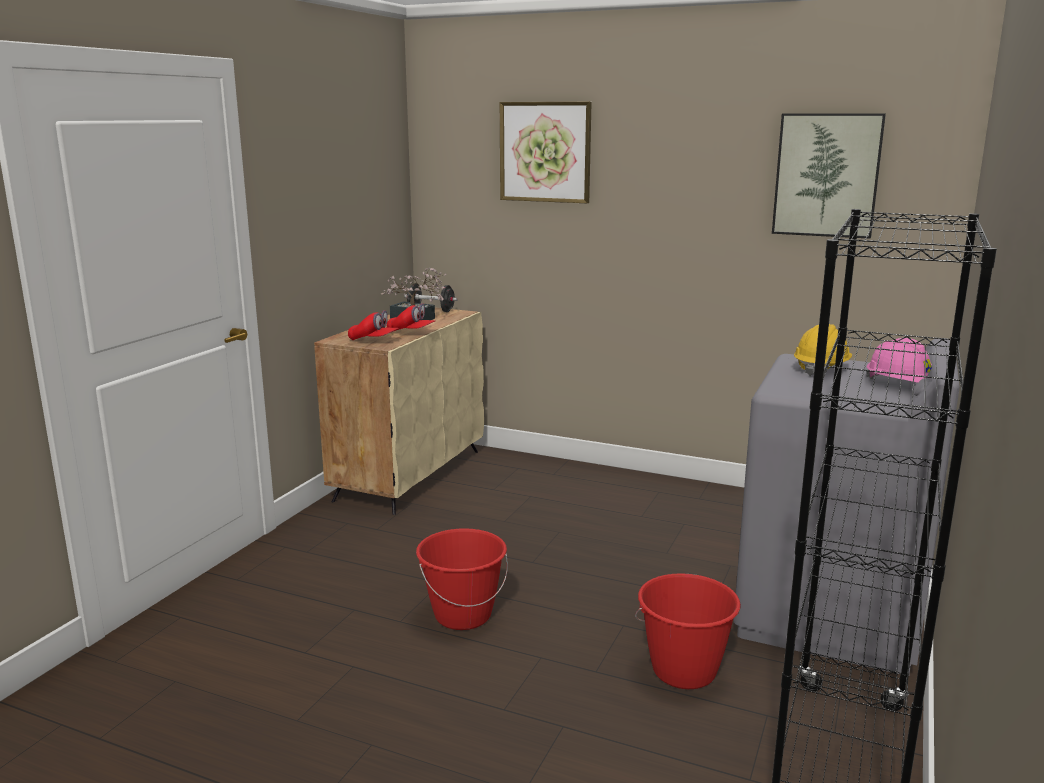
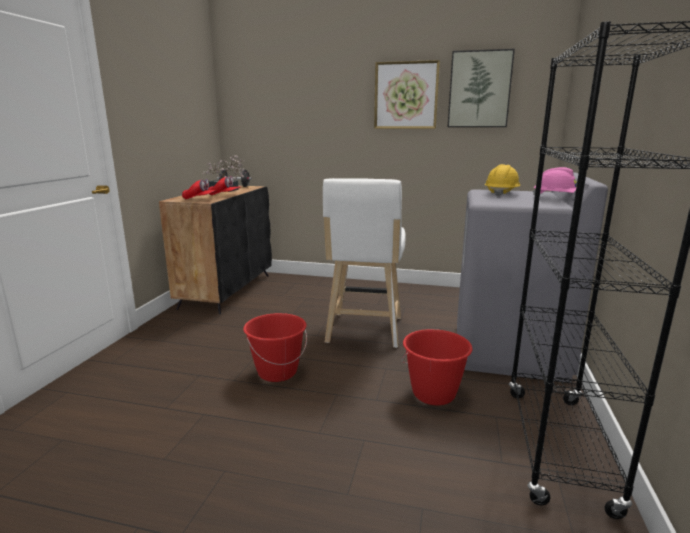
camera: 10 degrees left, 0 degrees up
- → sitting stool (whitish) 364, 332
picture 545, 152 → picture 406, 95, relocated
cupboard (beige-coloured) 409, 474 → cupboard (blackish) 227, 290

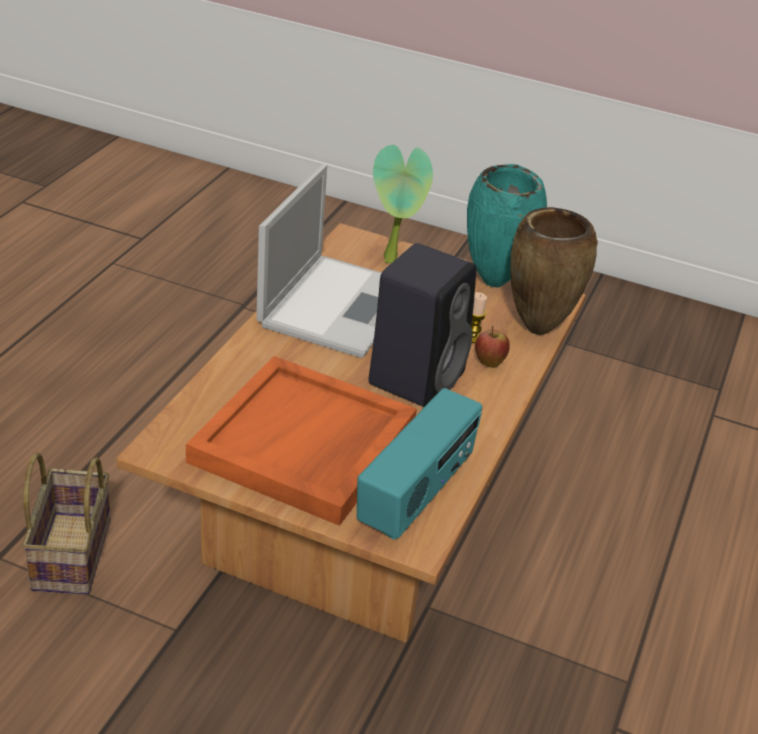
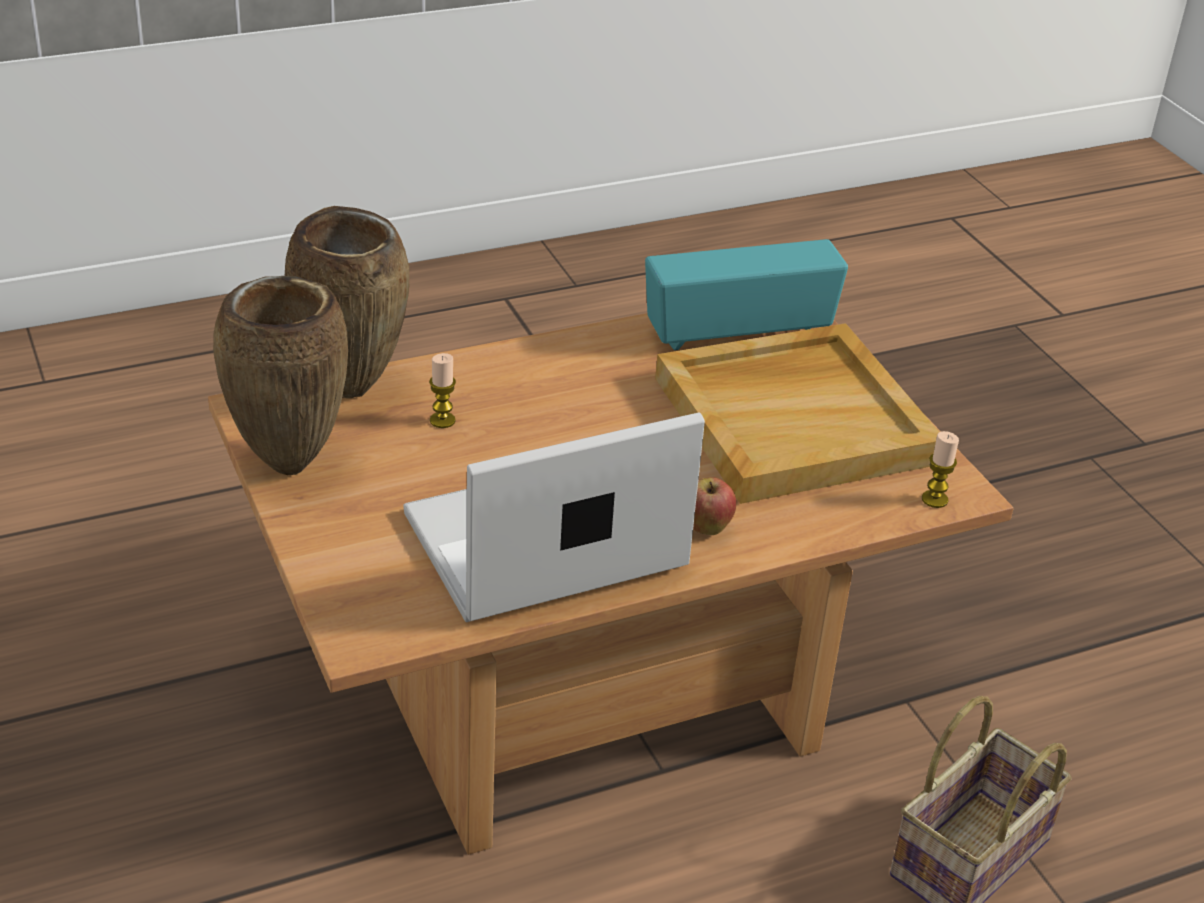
camera: 135 degrees left, 0 degrees up
loudspeaker (blackish) 417, 376 → -
houseplant 393, 260 → -
- → candle 934, 499
whole apple 489, 363 → whole apple 706, 529, relocated
tray (orange) 304, 445 → tray (beige-coloured) 795, 418
flower vase (turquoise-coloured) 495, 283 → flower vase (brownish) 289, 464

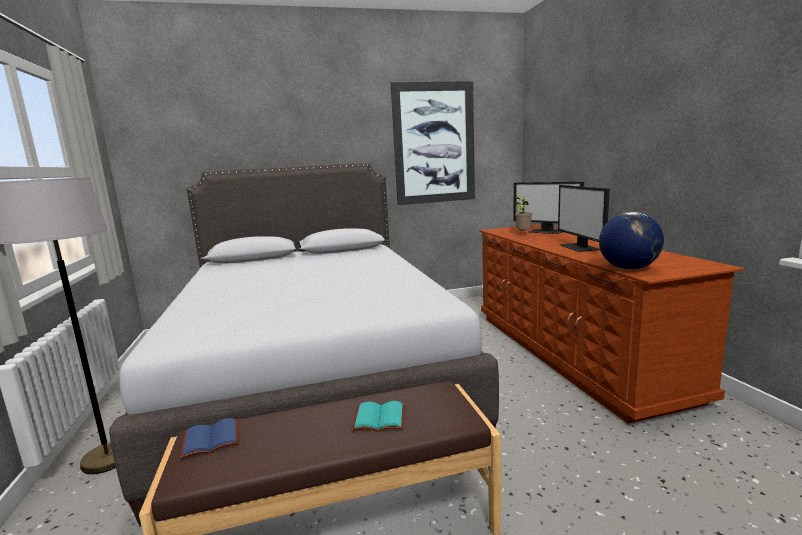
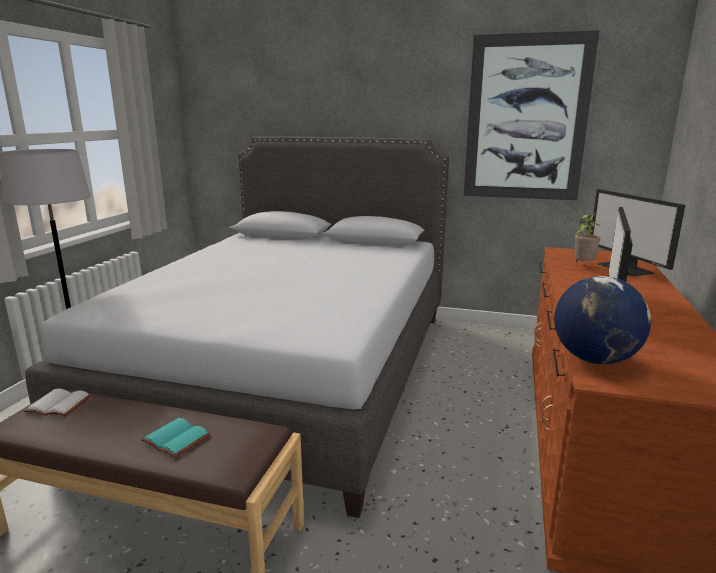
camera: 30 degrees right, 5 degrees up
book (bluish) 212, 438 → book (whitish) 60, 404

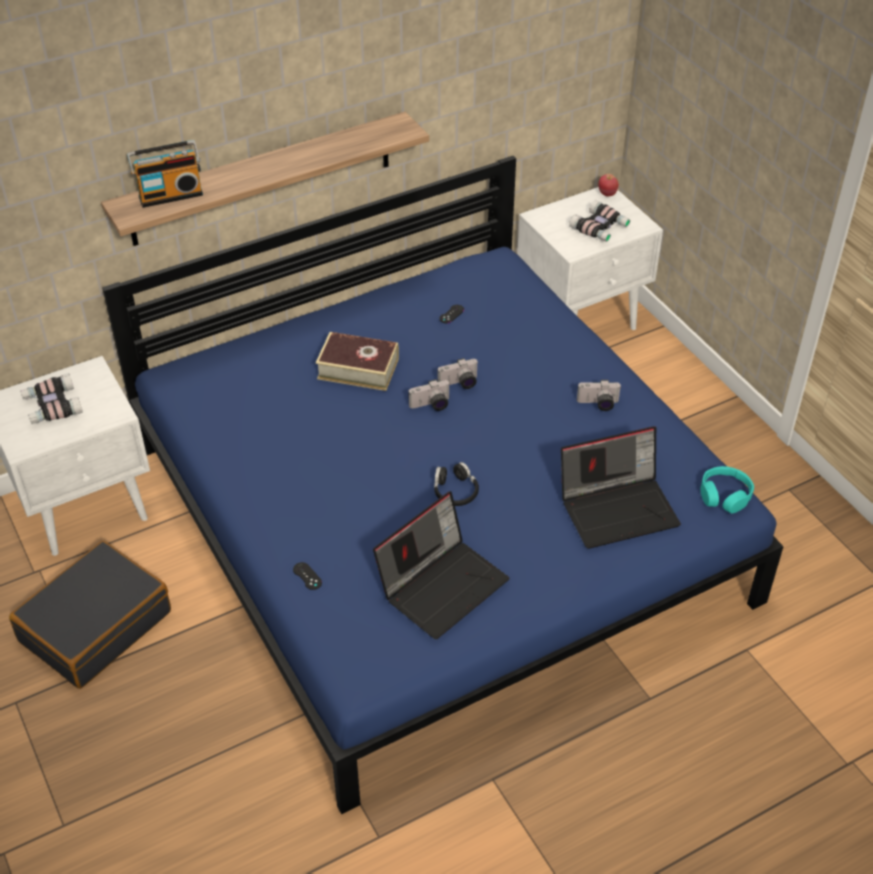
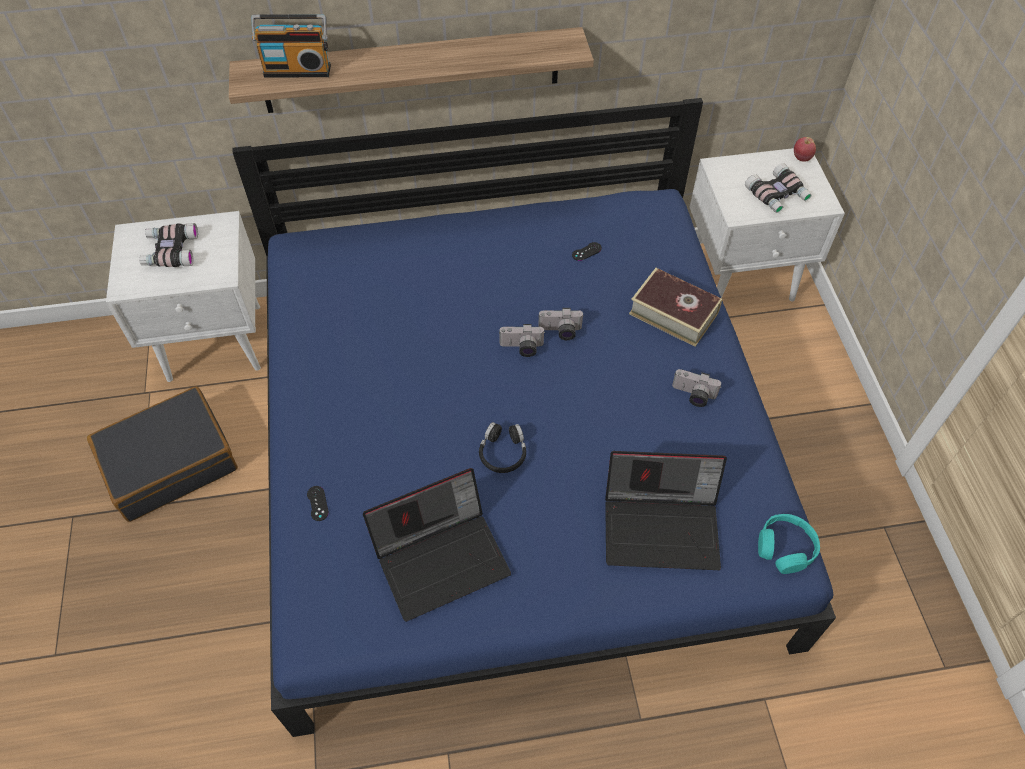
camera: 20 degrees right, 10 degrees up
book 358, 369 → book 673, 313, relocated

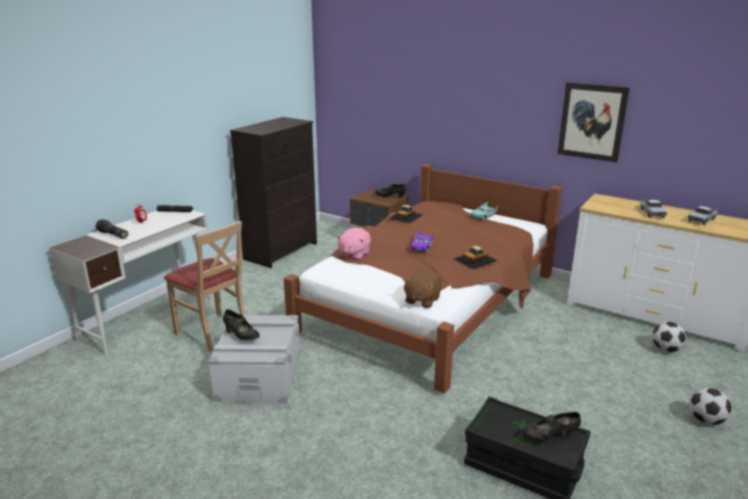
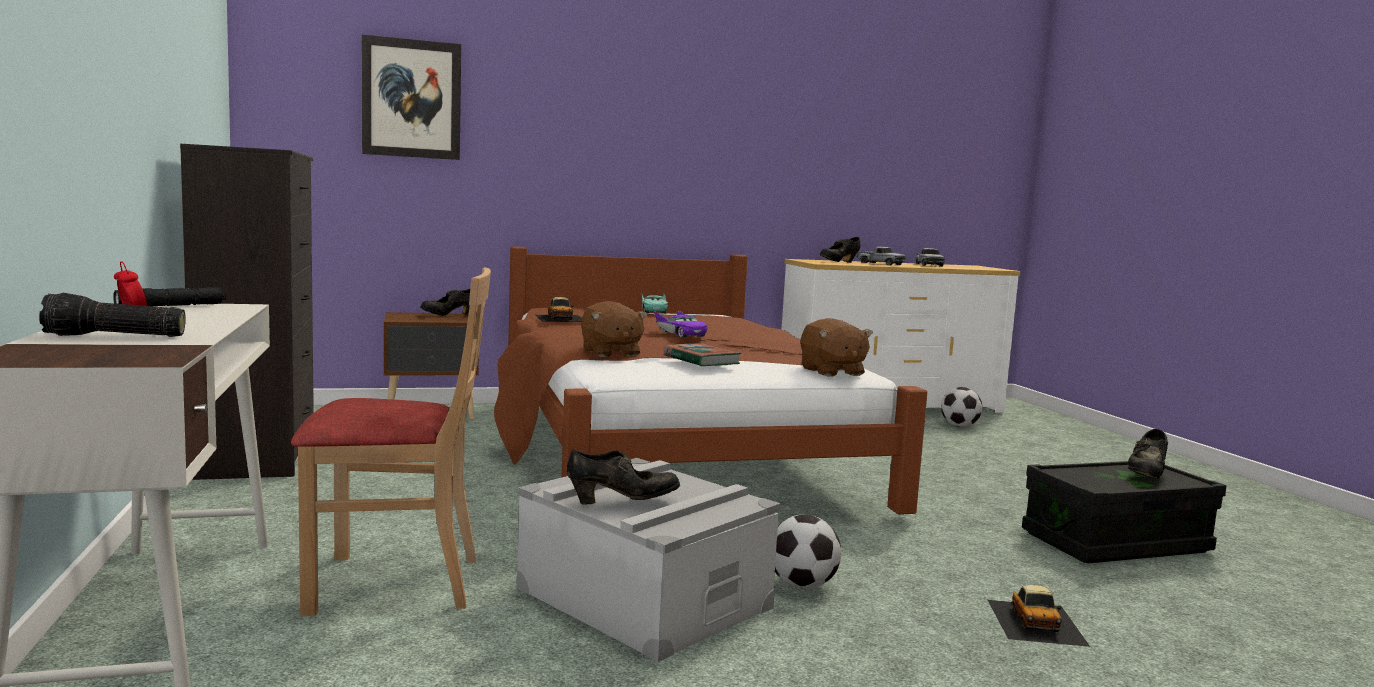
camera: 50 degrees left, 15 degrees down
- → book 701, 360
- → low shoe (blackish) 839, 262
toy car 475, 260 → toy car 1036, 621, relocated
picture 592, 121 → picture 412, 99, relocated
football ball 706, 420 → football ball 801, 585, relocated
plush toy (pinkish) 354, 254 → plush toy (brownish) 610, 353

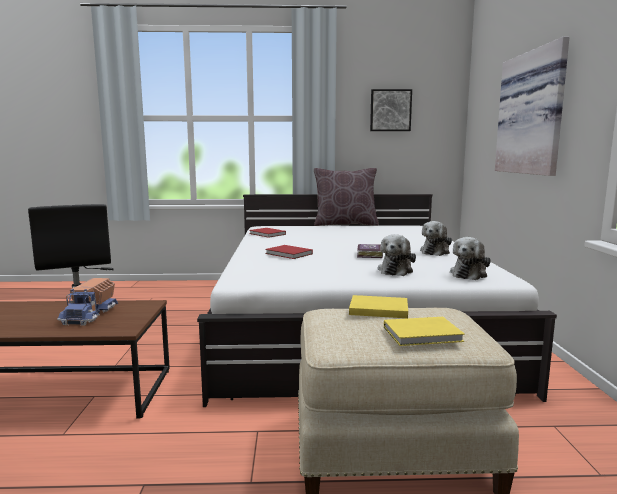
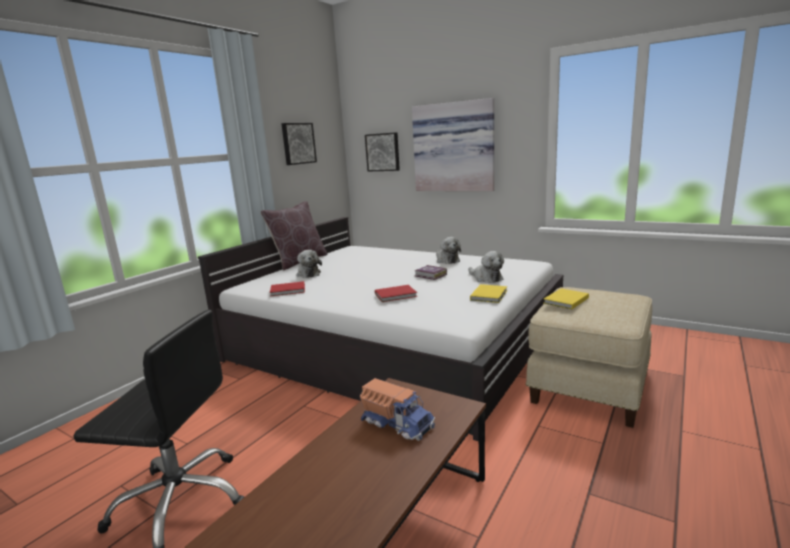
camera: 55 degrees left, 5 degrees up
- → picture 383, 152
book (yellow) 424, 334 → book (yellow) 490, 295, relocated
plush toy 469, 274 → plush toy 308, 273, relocated

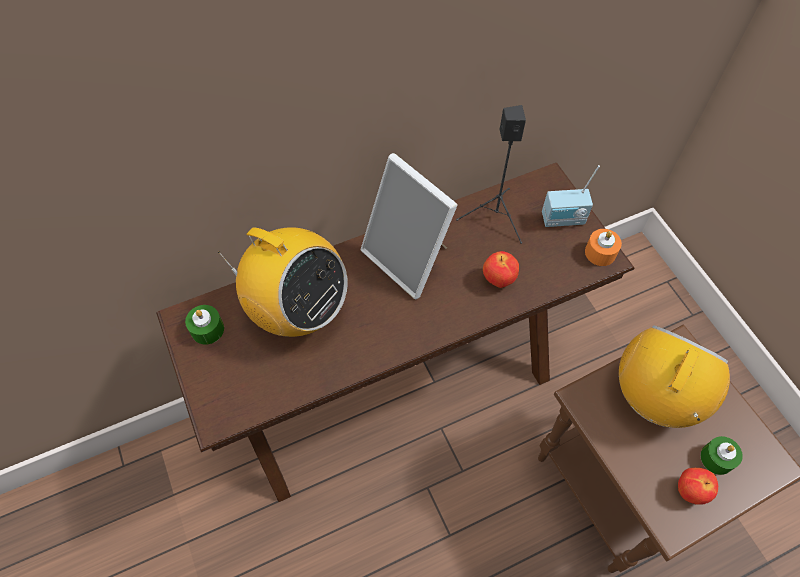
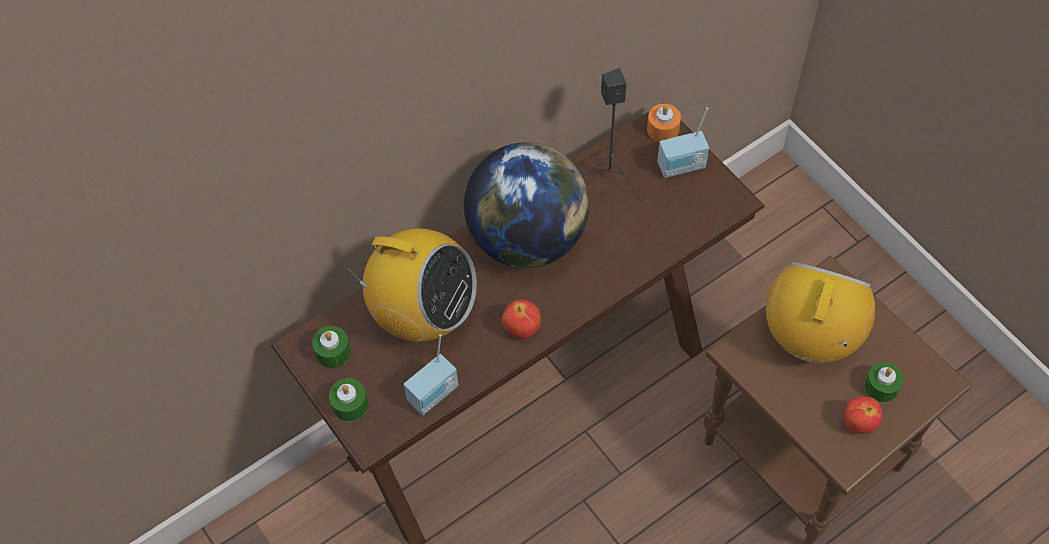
camera: 10 degrees left, 0 degrees up
- → candle (green-coloured) 350, 404
- → radio set 434, 395
whole apple 498, 280 → whole apple 521, 329, relocated
candle (orange) 600, 253 → candle (orange) 663, 129, relocated
picture frame 409, 258 → desk globe 527, 238

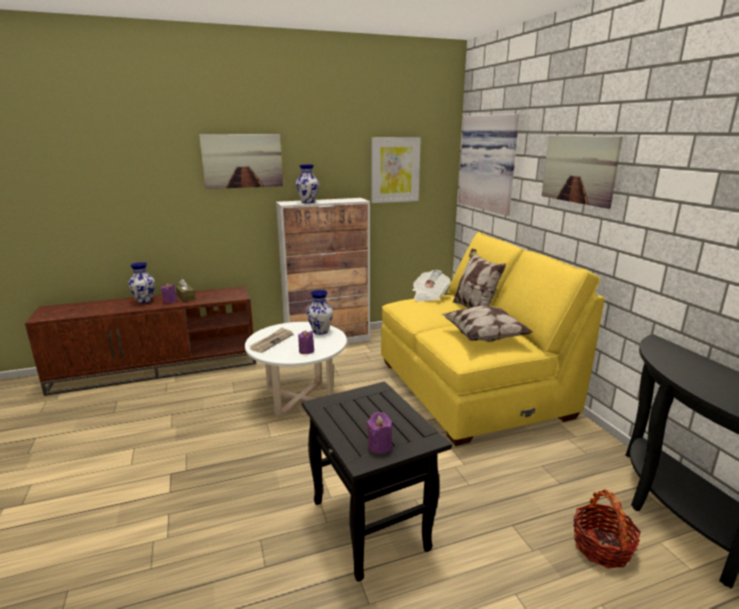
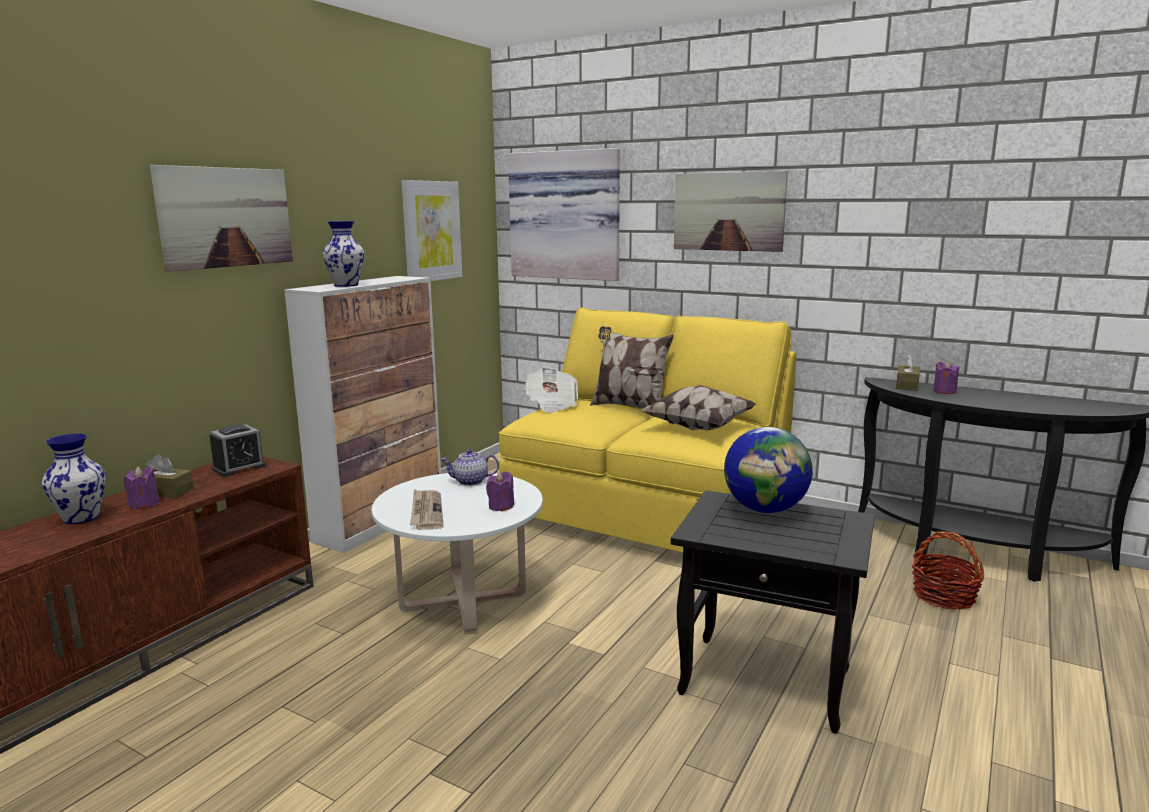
camera: 40 degrees left, 5 degrees down
- → alarm clock 239, 468
- → desk globe 765, 509
- → box of tissues (brownish) 907, 385
candle (purplish) 379, 446 → candle (purplish) 944, 391, relocated
flower vase 320, 331 → pot for tea 470, 481

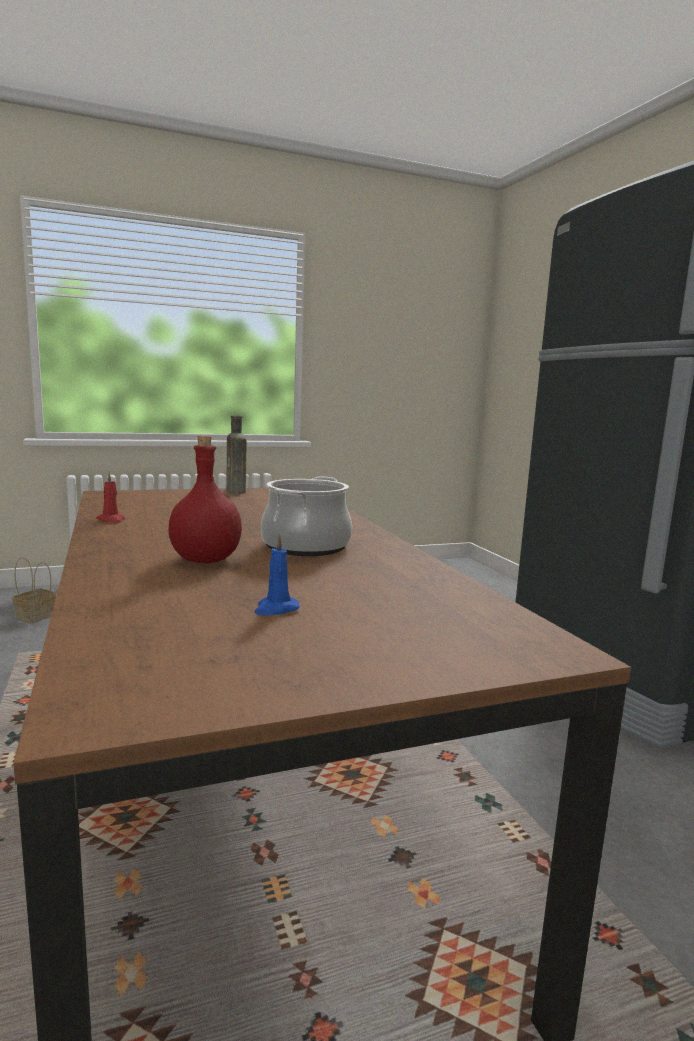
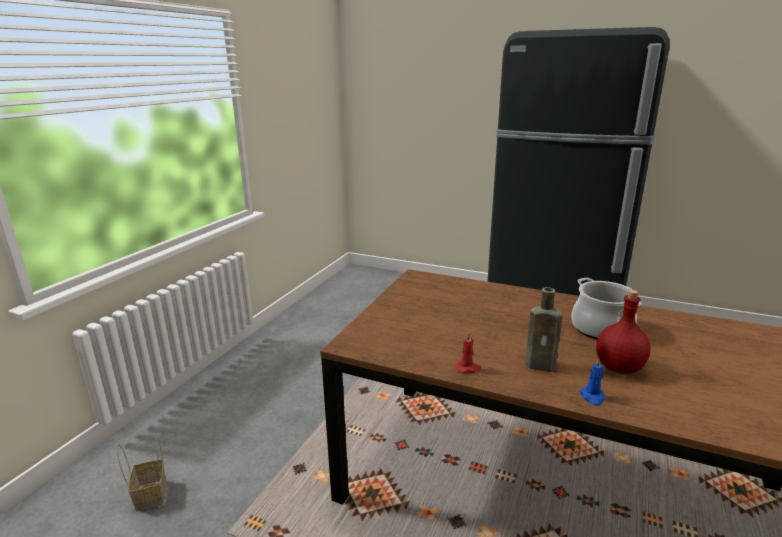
camera: 45 degrees left, 10 degrees up
bottle (brownish) 236, 492 → bottle (brownish) 542, 366, relocated
candle (bluish) 276, 609 → candle (bluish) 592, 397, relocated

